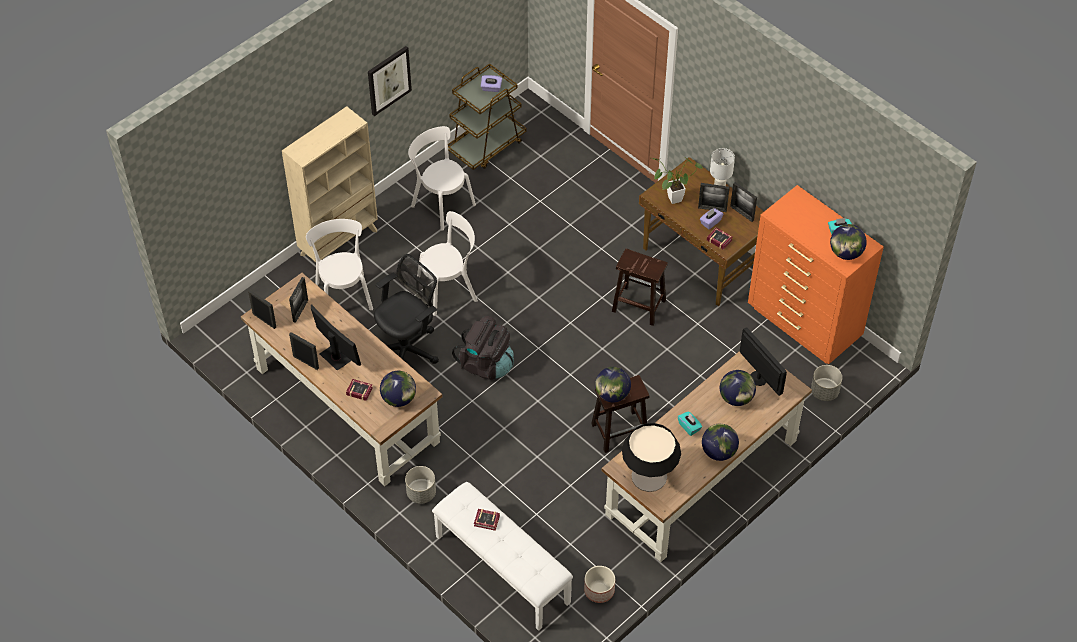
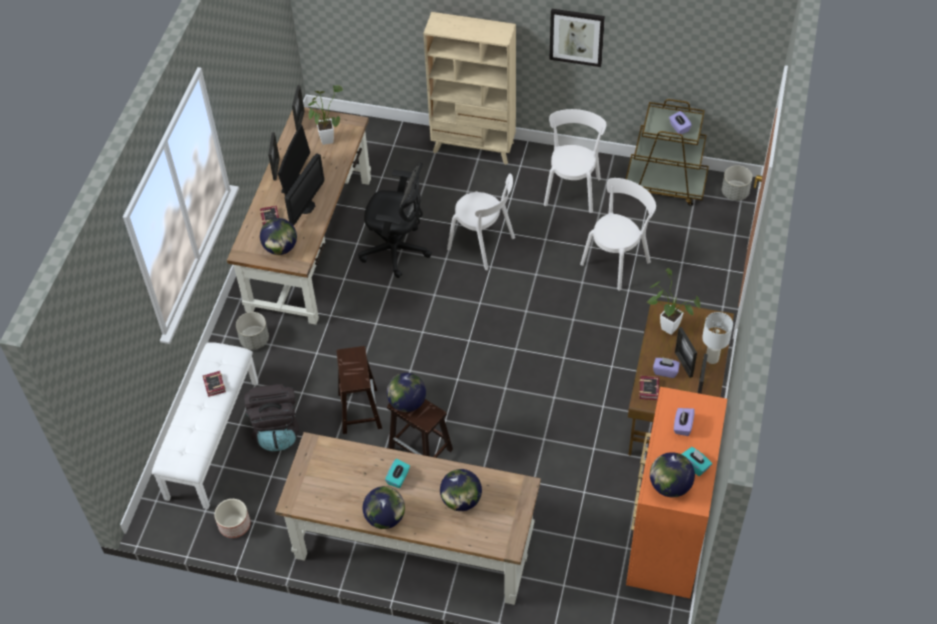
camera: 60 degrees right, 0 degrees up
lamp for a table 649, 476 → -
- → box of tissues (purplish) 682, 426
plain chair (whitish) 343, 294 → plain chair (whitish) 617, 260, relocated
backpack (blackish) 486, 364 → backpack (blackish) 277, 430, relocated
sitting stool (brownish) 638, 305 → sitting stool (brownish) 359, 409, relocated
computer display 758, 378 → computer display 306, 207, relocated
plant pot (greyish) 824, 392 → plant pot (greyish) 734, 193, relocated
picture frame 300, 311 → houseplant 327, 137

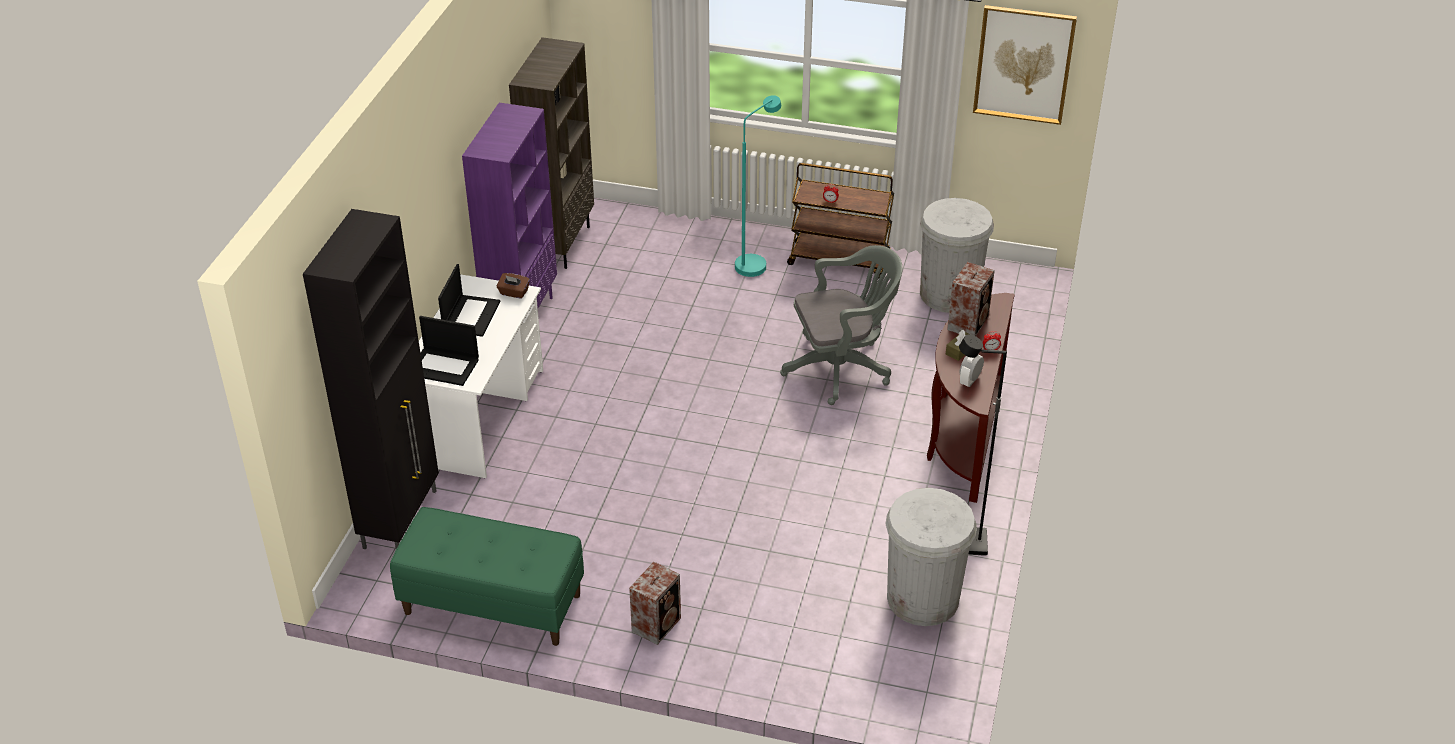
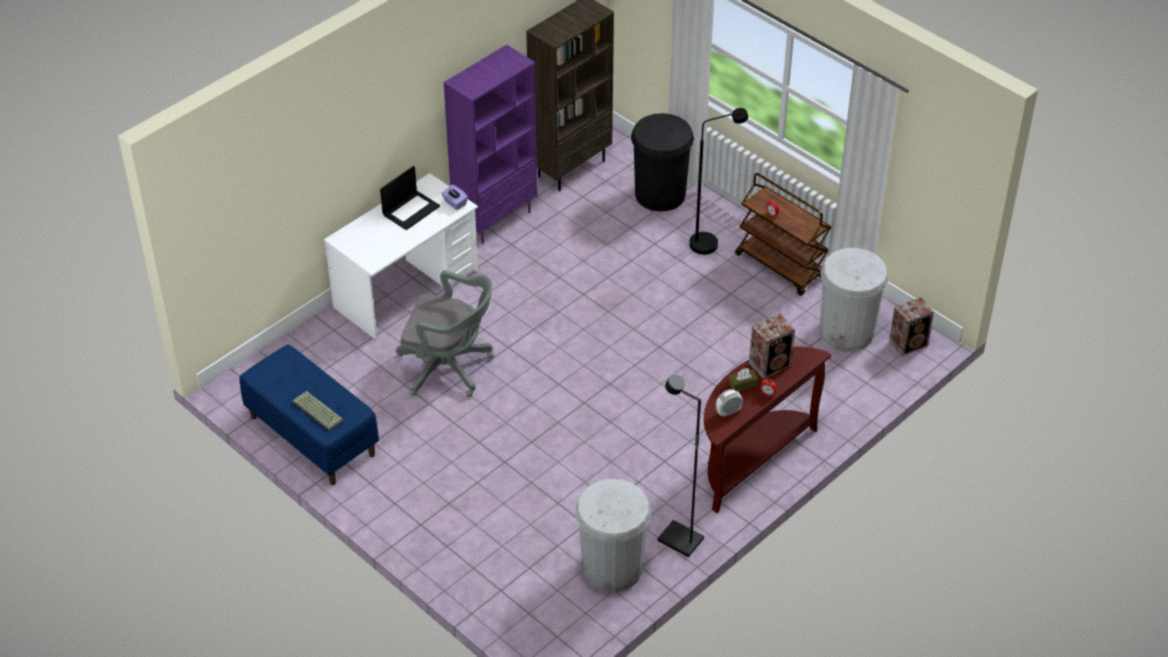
camera: 30 degrees right, 5 degrees up
cupboard (blackish) 401, 518 → -
notebook computer 444, 366 → -
picture 1023, 64 → -
- → PC keyboard 316, 411
- → trash can (blackish) 660, 194
loudspeaker 657, 624 → loudspeaker 909, 343, relocated
computer chair (greyish) 842, 368 → computer chair (greyish) 450, 368, relocated
indoor bench (green-coloured) 491, 604 → indoor bench (bluish) 311, 436
box of tissues (brownish) 513, 293 → box of tissues (purplish) 454, 203
standard lamp (turquoise-coloured) 755, 262 → standard lamp (blackish) 710, 242

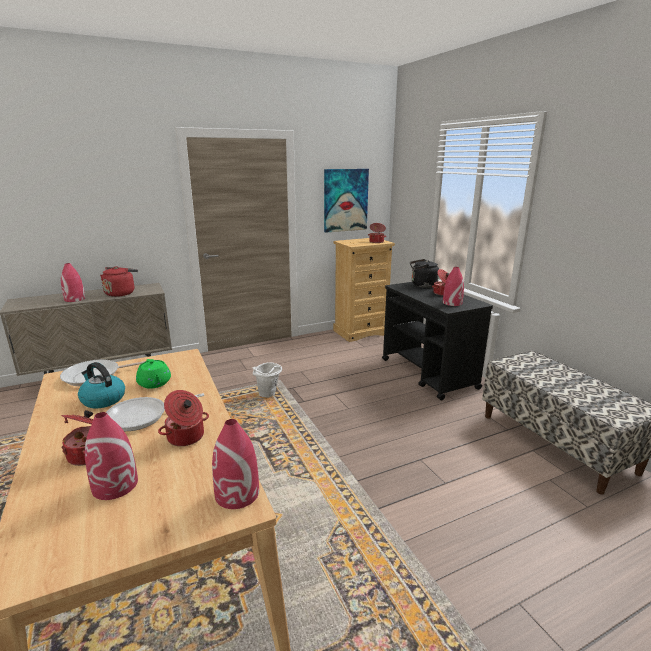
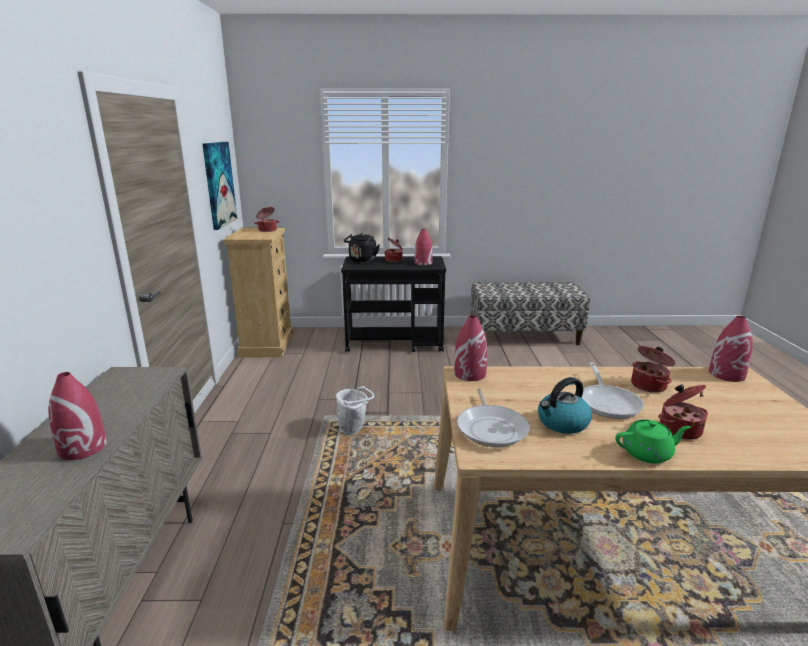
camera: 65 degrees left, 0 degrees up
kettle (reddish) 121, 293 → -
flower vase (reddish) 116, 485 → flower vase (reddish) 469, 374, relocated
pot for tea (green-coloured) 154, 383 → pot for tea (green-coloured) 648, 453, relocated

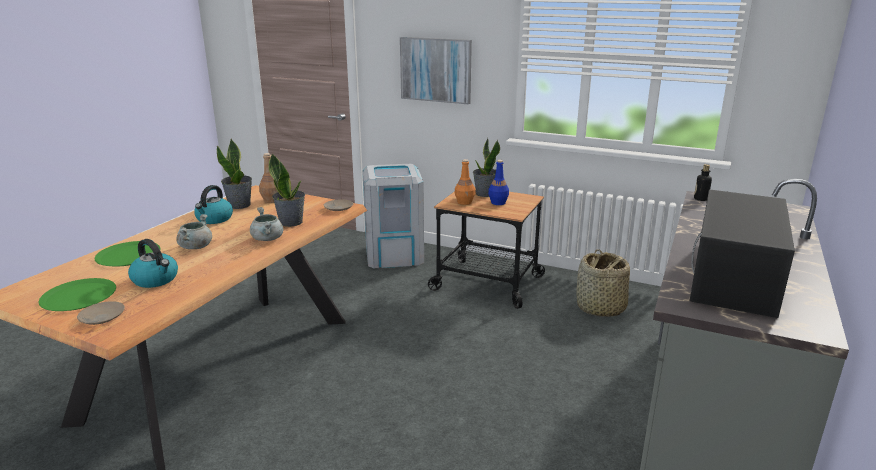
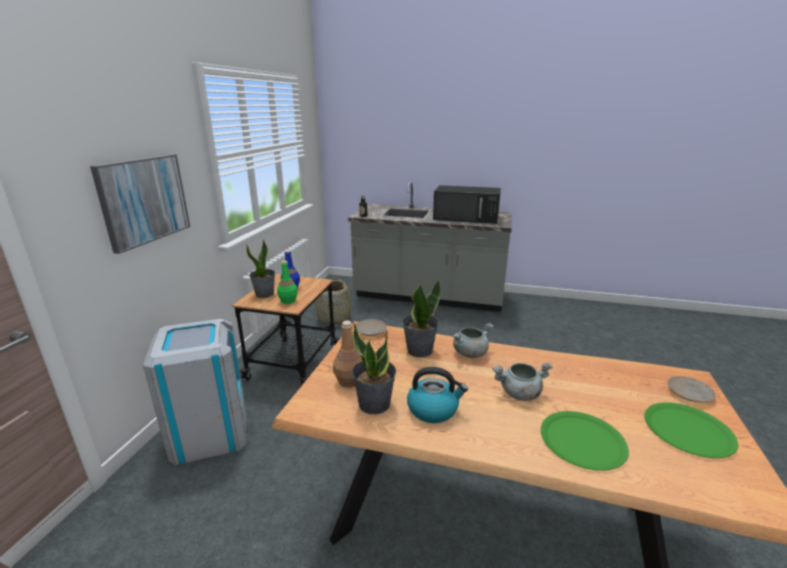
camera: 100 degrees left, 0 degrees up
kettle 156, 279 → -
bottle (orange) 464, 202 → bottle (green-coloured) 288, 301

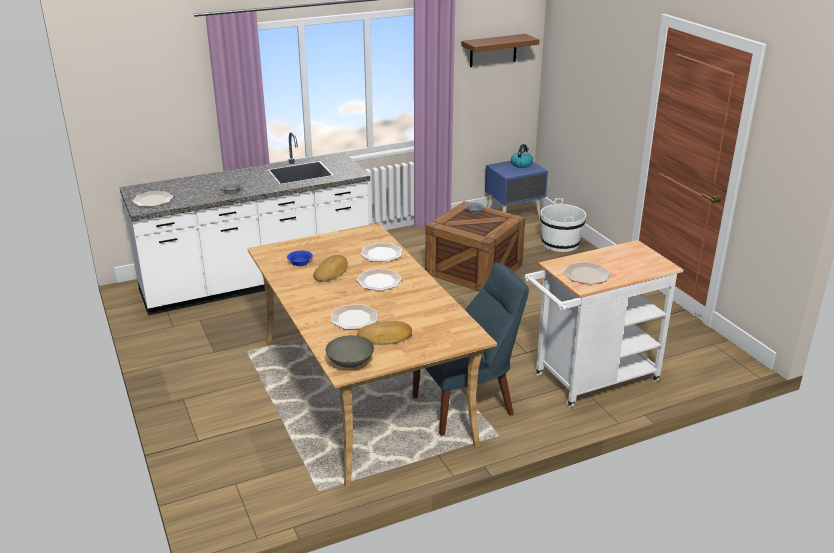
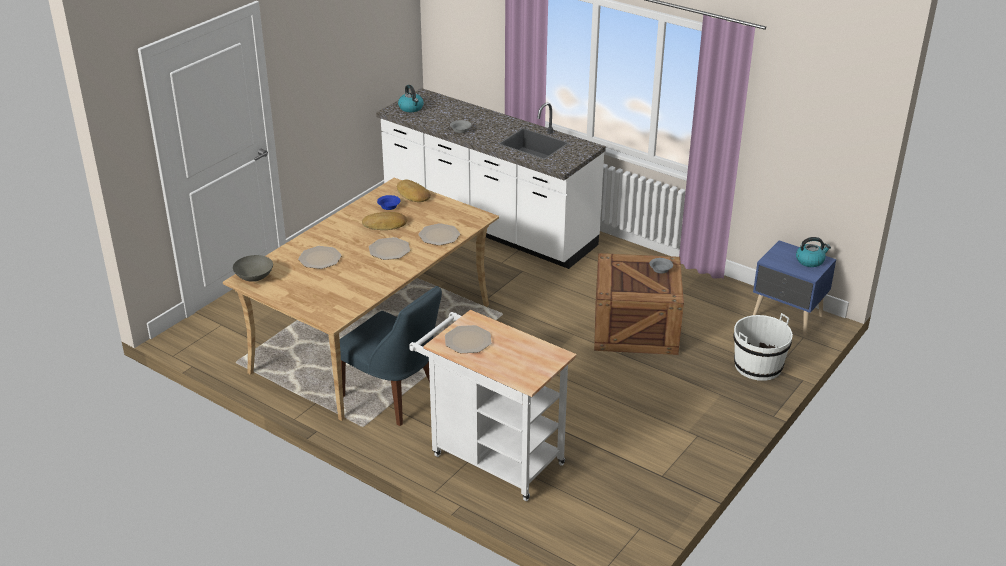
camera: 60 degrees right, 5 degrees up
wall shelf (brownish) 493, 50 → -
bakery bread 385, 337 → bakery bread 412, 195, relocated
plate 152, 200 → kettle 411, 108

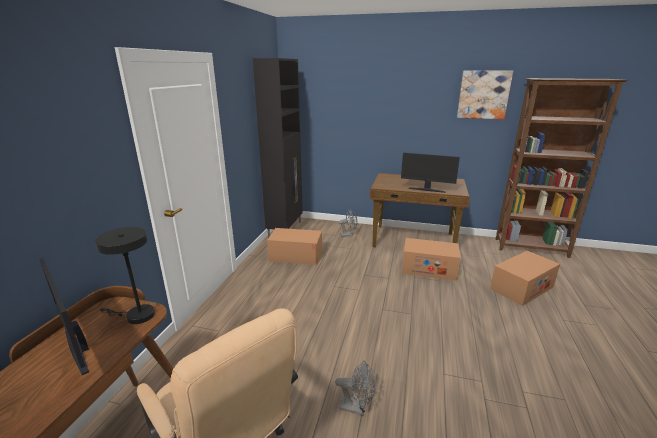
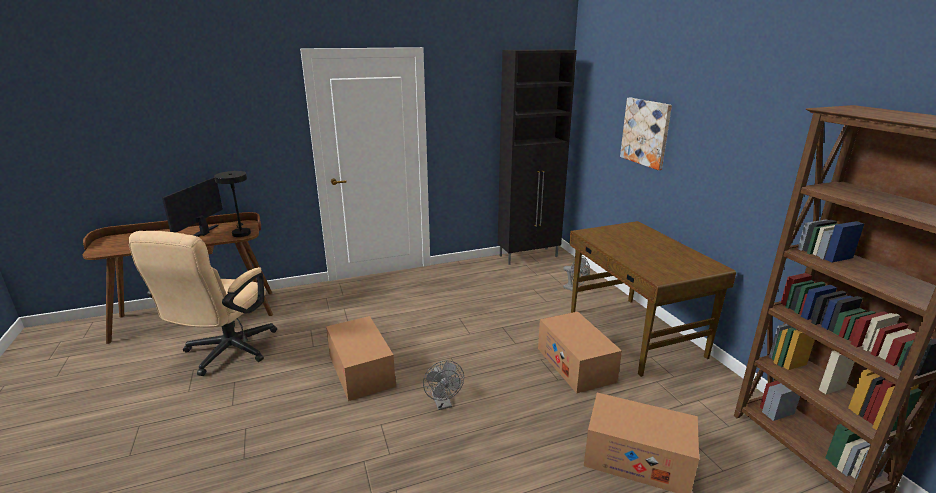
camera: 55 degrees right, 0 degrees up
computer display 426, 190 → -
packing box 296, 255 → packing box 361, 371, relocated
cooling fan (greyish) 357, 407 → cooling fan (greyish) 443, 404, relocated
picture 483, 94 → picture 646, 132, relocated

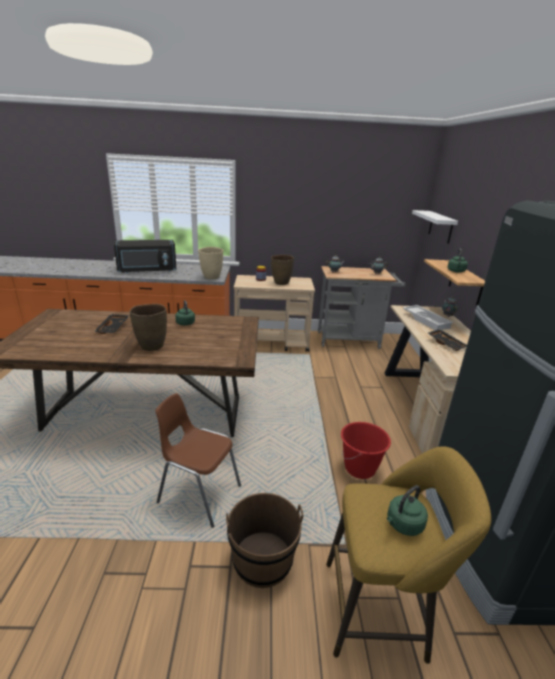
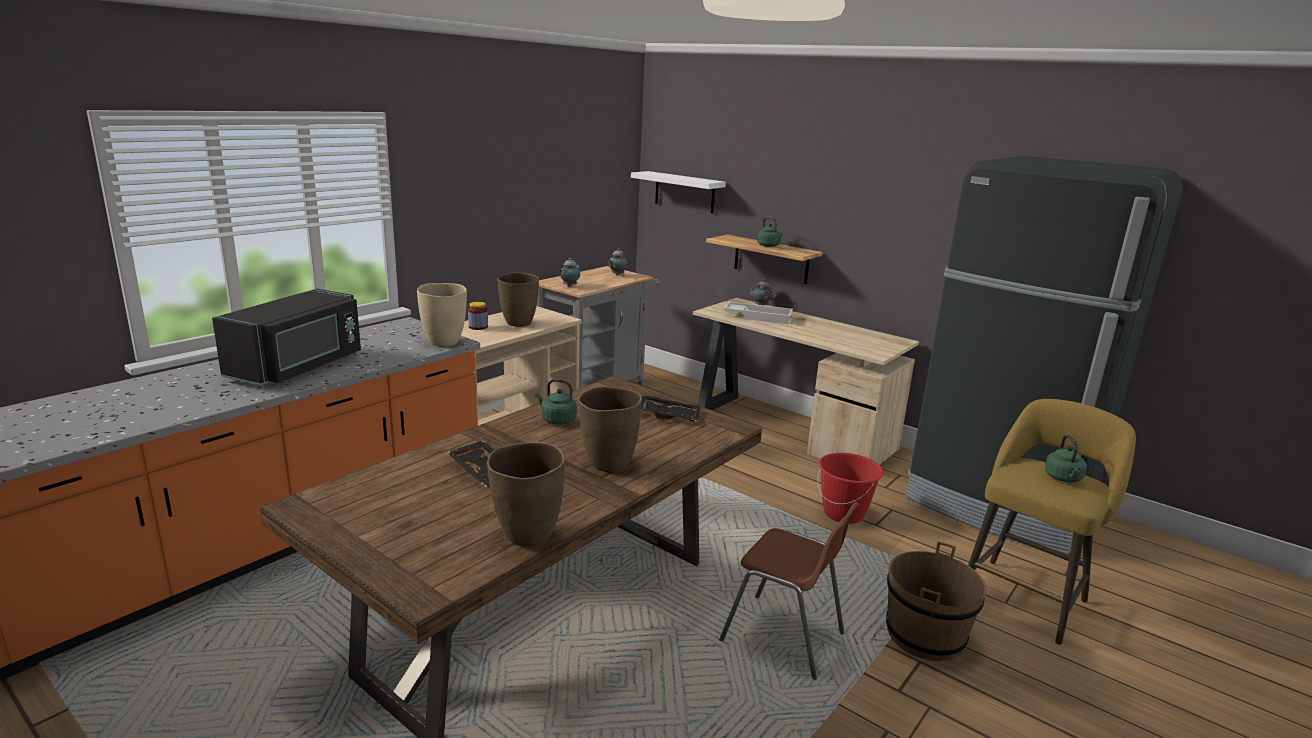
camera: 50 degrees left, 5 degrees down
- → flower vase (brownish) 527, 535
tray (blackish) 446, 344 → tray (blackish) 669, 415, relocated
plain chair (brownish) 199, 494 → plain chair (brownish) 784, 637, 120 degrees counterclockwise

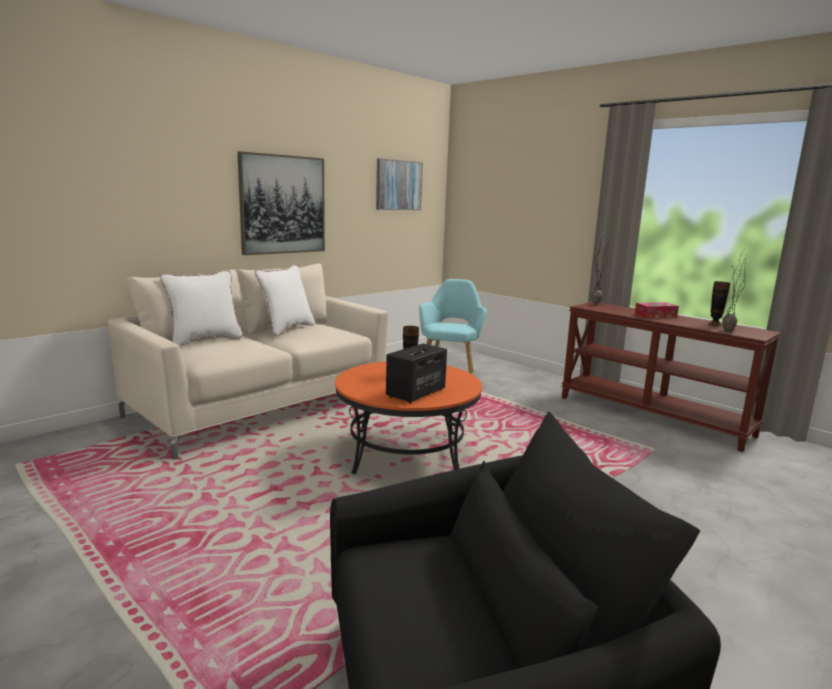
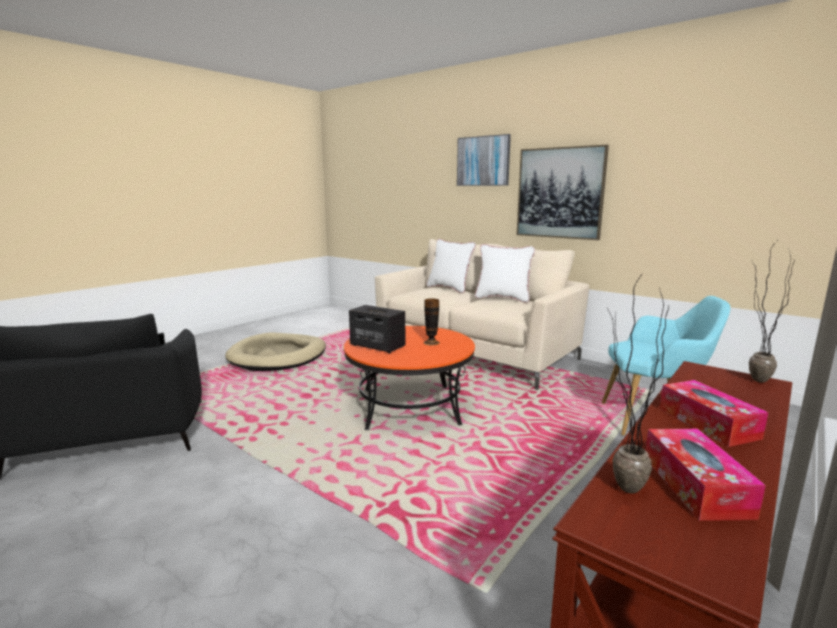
camera: 85 degrees right, 0 degrees up
- → pet bed (beige-coloured) 278, 356
picture 398, 185 → picture 483, 161, relocated
flower vase 714, 325 → box of tissues 695, 485

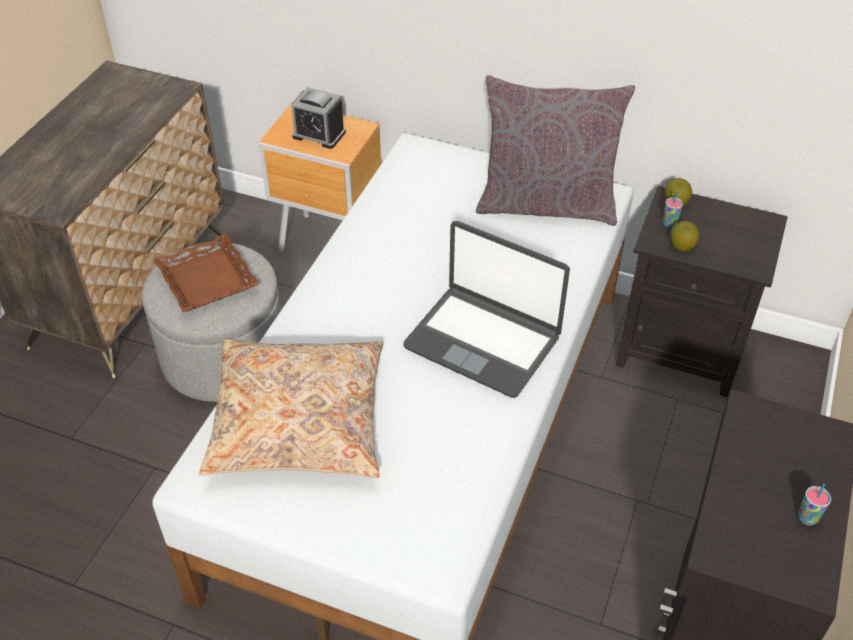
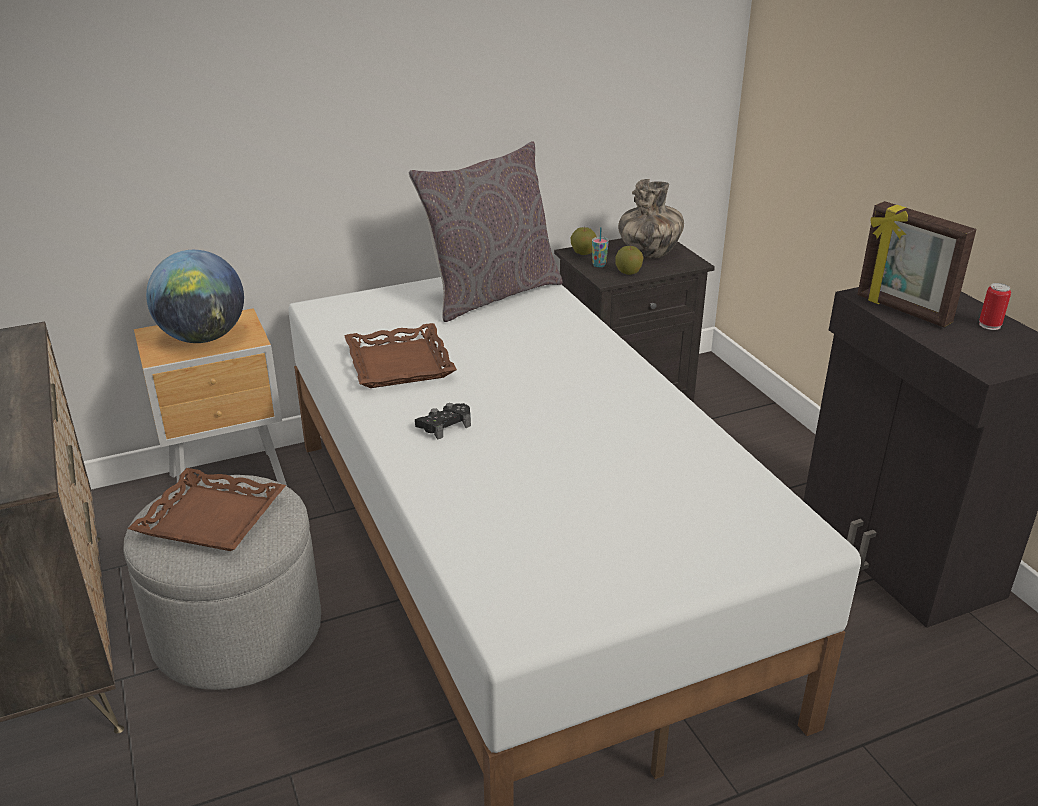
camera: 45 degrees left, 15 degrees down
cushion (beige-coloured) 299, 421 → -
notebook computer 483, 341 → -
- → tray (brownish) 398, 364
- → game controller (blackish) 444, 425
- → flower vase 649, 254
- → picture frame 902, 310
alarm clock 319, 134 → desk globe 203, 337
small cup 807, 518 → sealed can 989, 325

